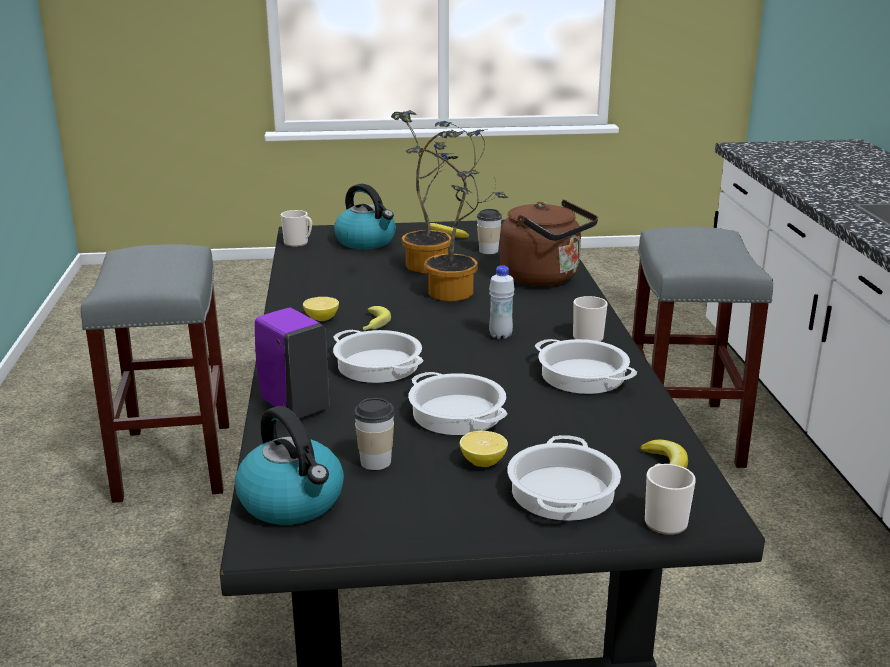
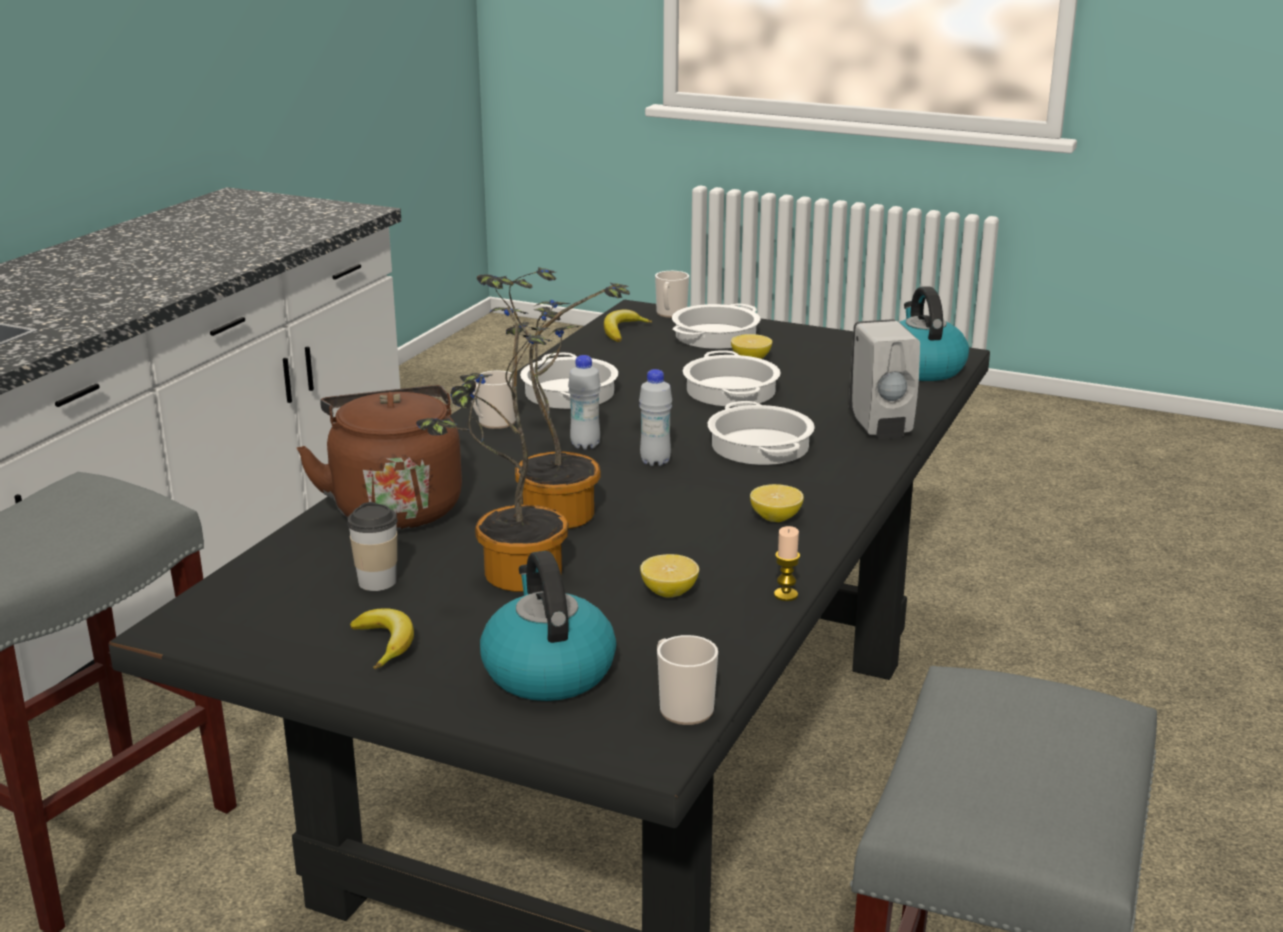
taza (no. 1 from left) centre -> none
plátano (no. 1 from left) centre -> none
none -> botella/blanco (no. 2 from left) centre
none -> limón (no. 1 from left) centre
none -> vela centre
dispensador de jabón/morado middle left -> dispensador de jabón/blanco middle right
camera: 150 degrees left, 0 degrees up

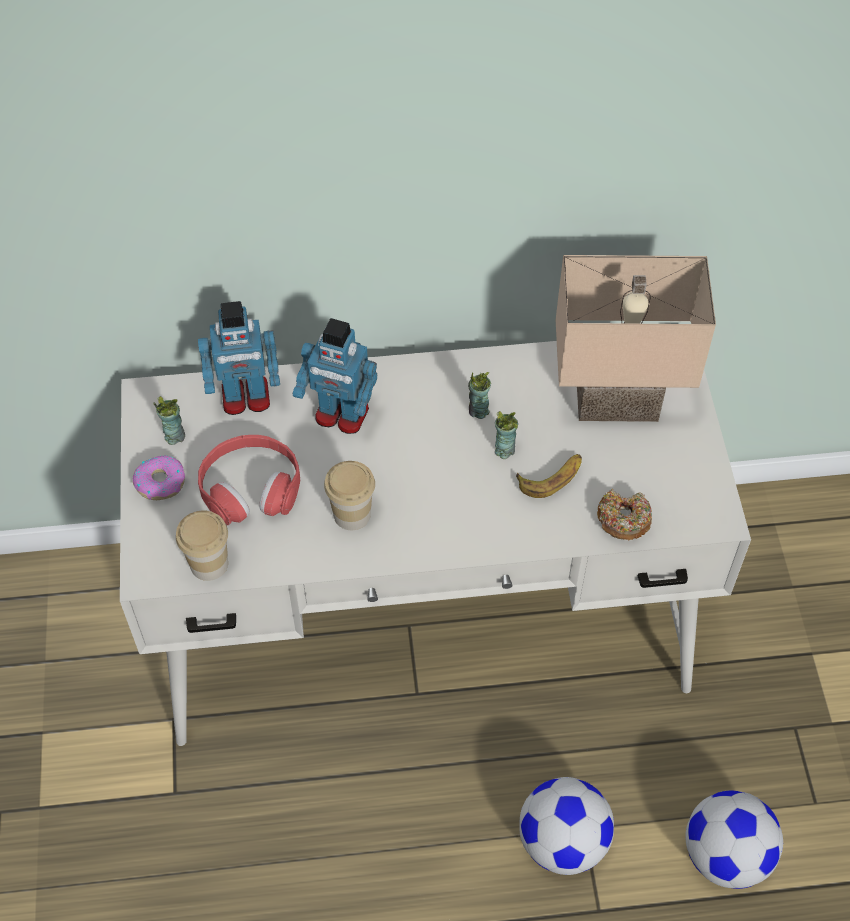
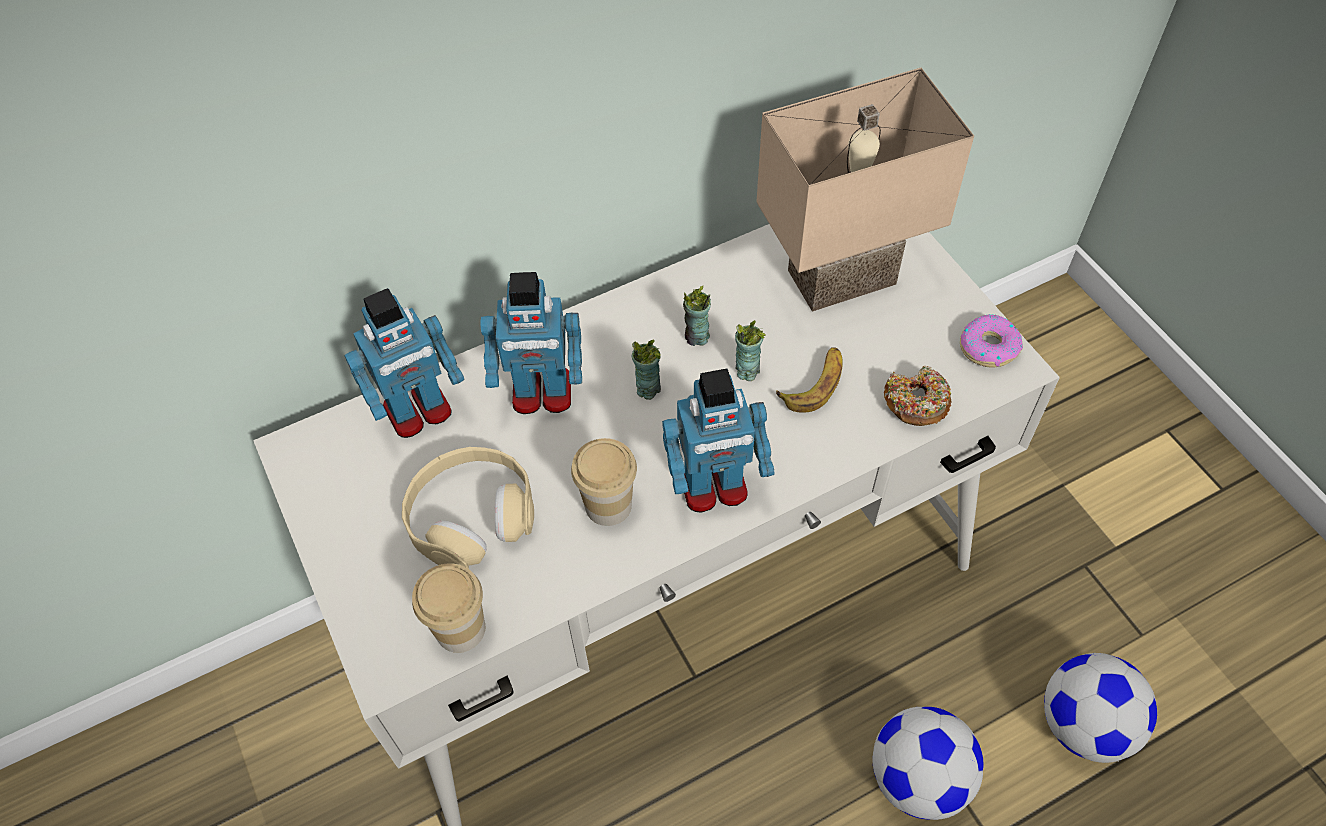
none -> robot de juguete (no. 3 from left) centre
rosquilla (no. 1 from left in the first image) middle left -> rosquilla (no. 2 from left) middle right, shifted
taza (no. 1 from left in the first image) middle left -> taza (no. 3 from left) centre, shifted
auriculares/rojo middle left -> auriculares/beis centre
camera: 20 degrees left, 0 degrees up

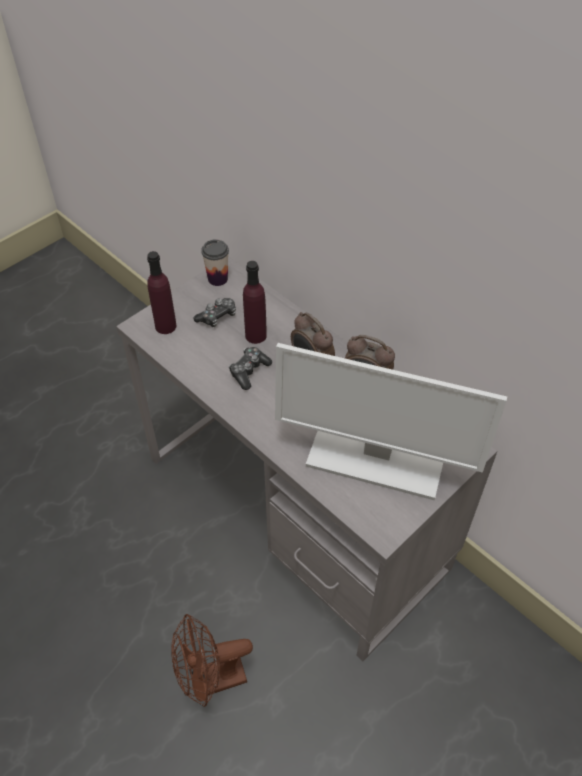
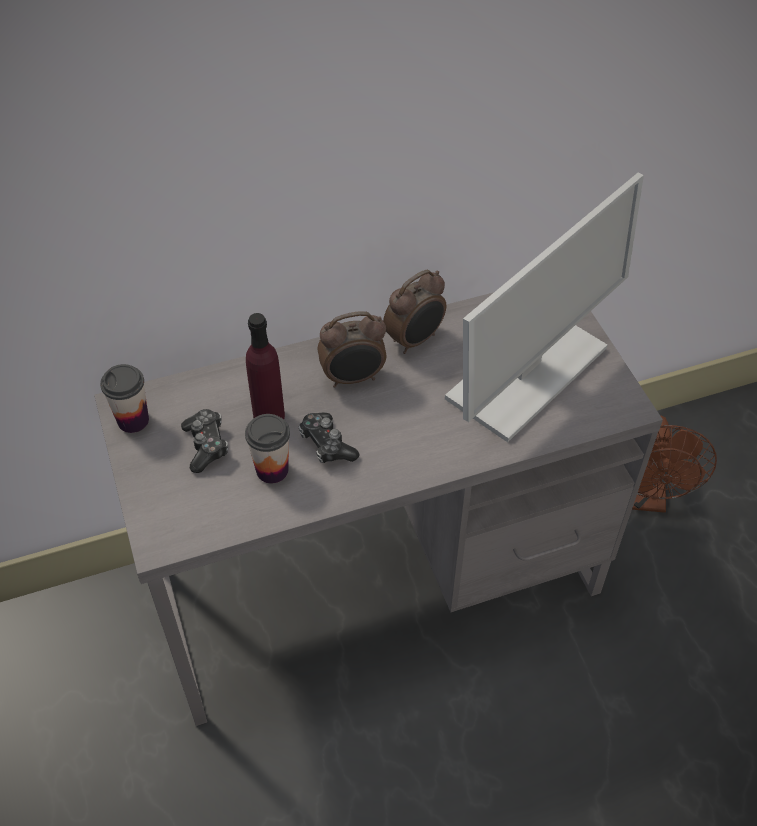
botella/morado (no. 1 from left) middle left -> none
none -> taza (no. 2 from left) centre
ventilador/marrón bottom centre -> ventilador/marrón middle right, shifted
camera: 65 degrees left, 0 degrees up

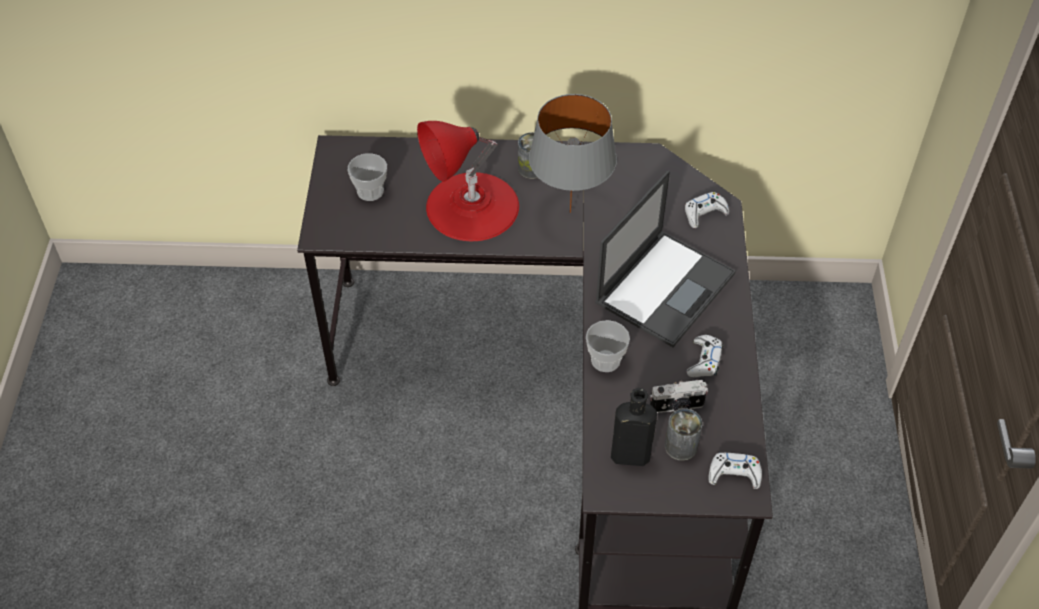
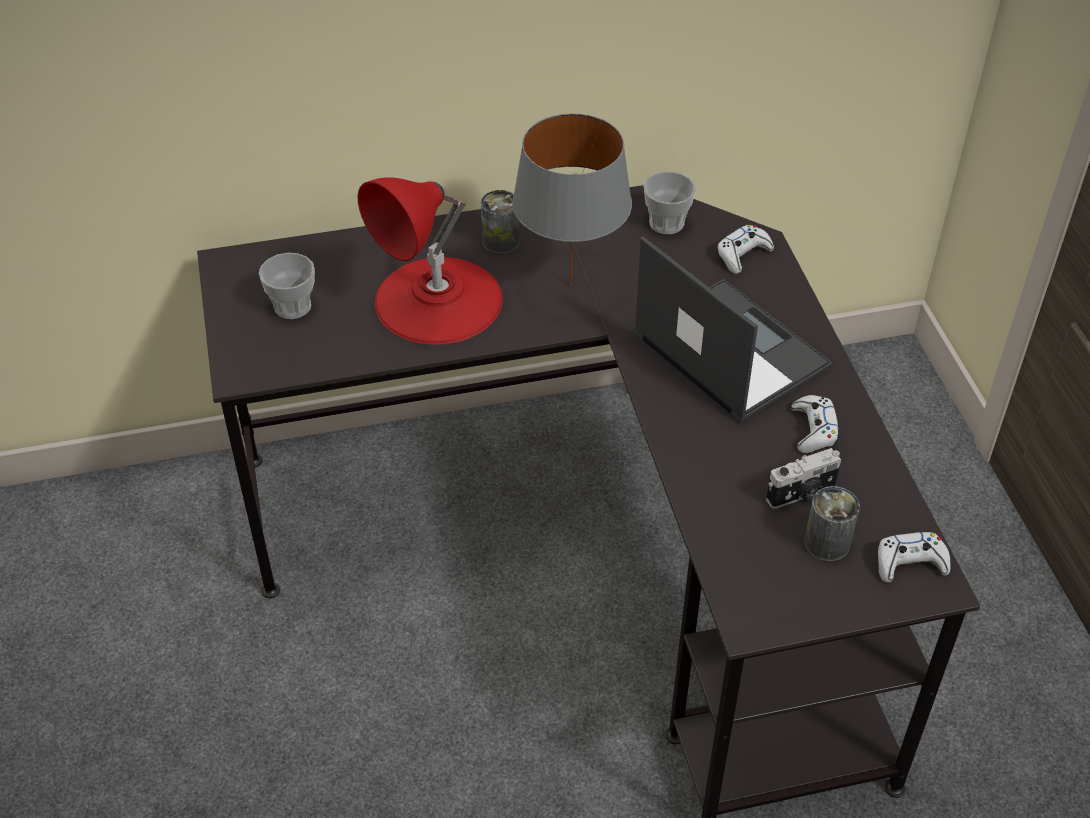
botella/negro bottom centre -> none
taza (no. 2 from left) centre -> taza (no. 2 from left) top centre, shifted
portátil centre -> portátil middle right, 60 degrees counterclockwise
camera: 15 degrees left, 5 degrees down

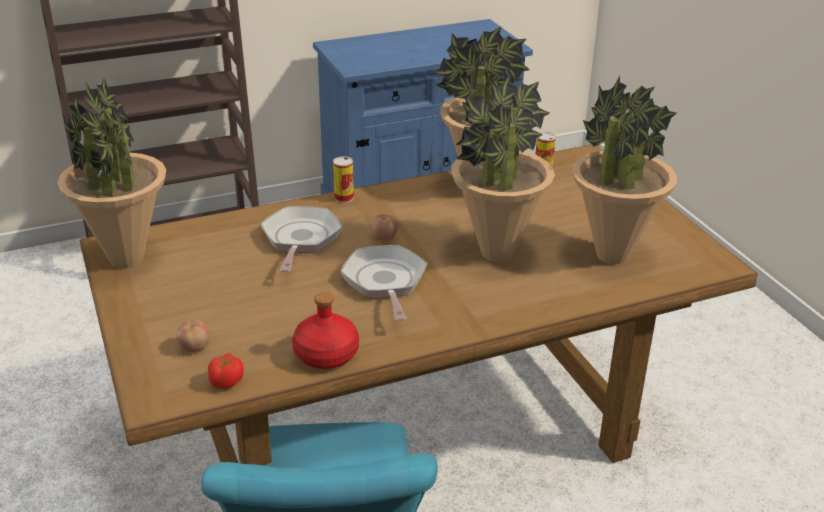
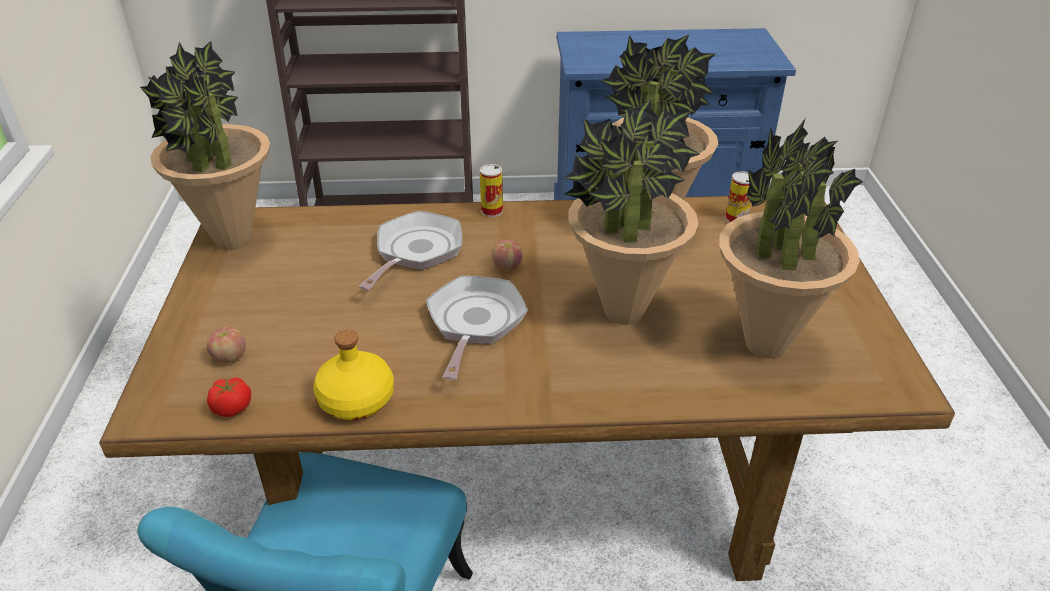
botella/rojo centre -> botella/amarillo centre
camera: 20 degrees right, 5 degrees up

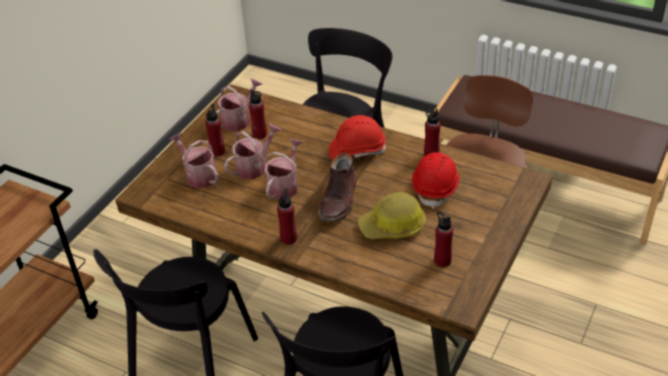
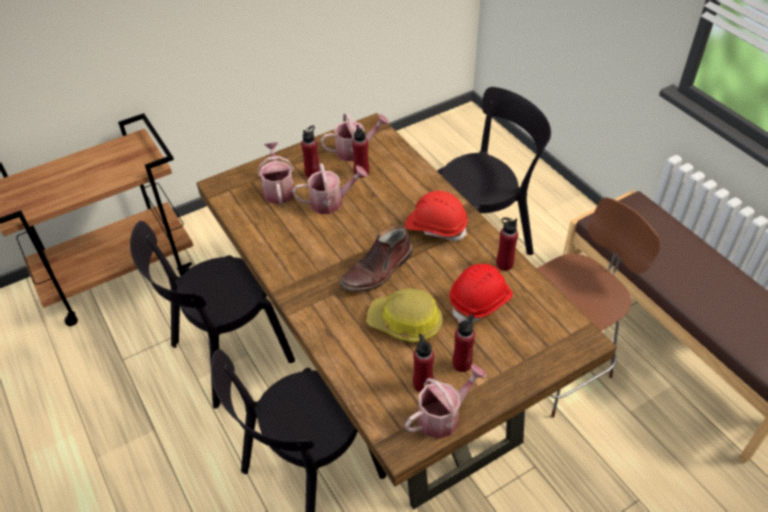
regadera (no. 4 from left) centre -> regadera (no. 4 from left) bottom centre, shifted
botella/rojo (no. 3 from left in the first image) centre -> botella/rojo (no. 4 from left) bottom centre, shifted
camera: 30 degrees right, 5 degrees up

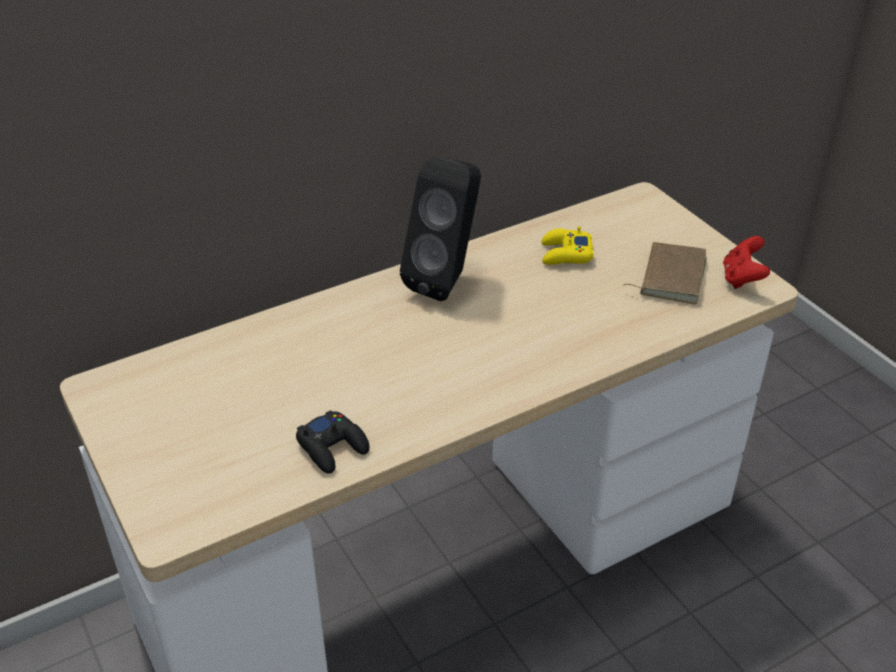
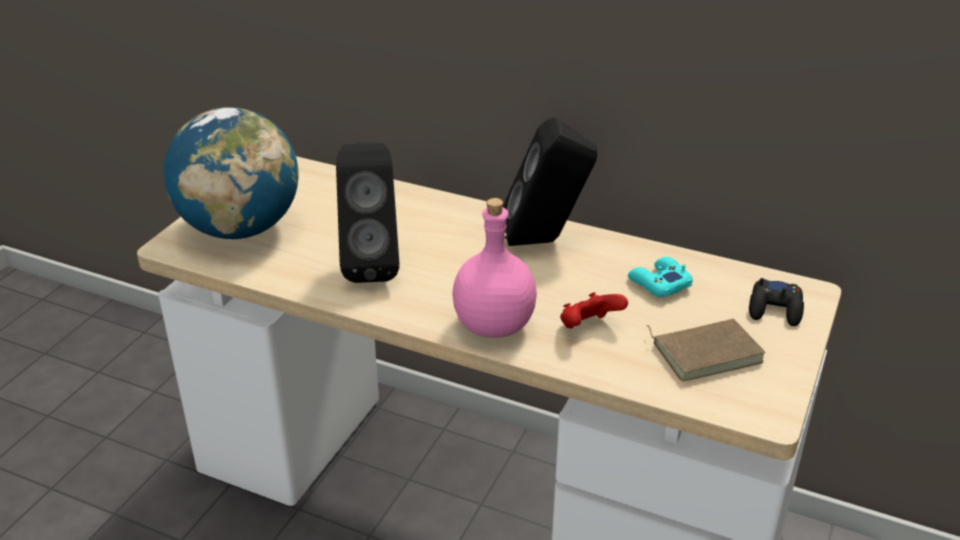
none -> globo terráqueo top left
none -> altavoz/negro (no. 1 from left) centre
none -> botella/rosa centre
mando de consola/negro centre -> mando de consola/negro middle right, shifted
mando de consola/rojo middle right -> mando de consola/rojo centre, shifted
mando de consola/amarillo centre -> mando de consola/turquesa middle right
camera: 55 degrees right, 5 degrees down

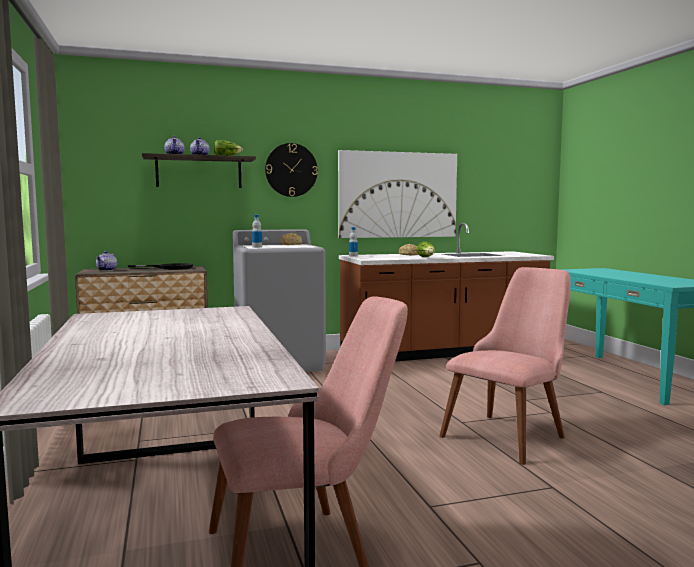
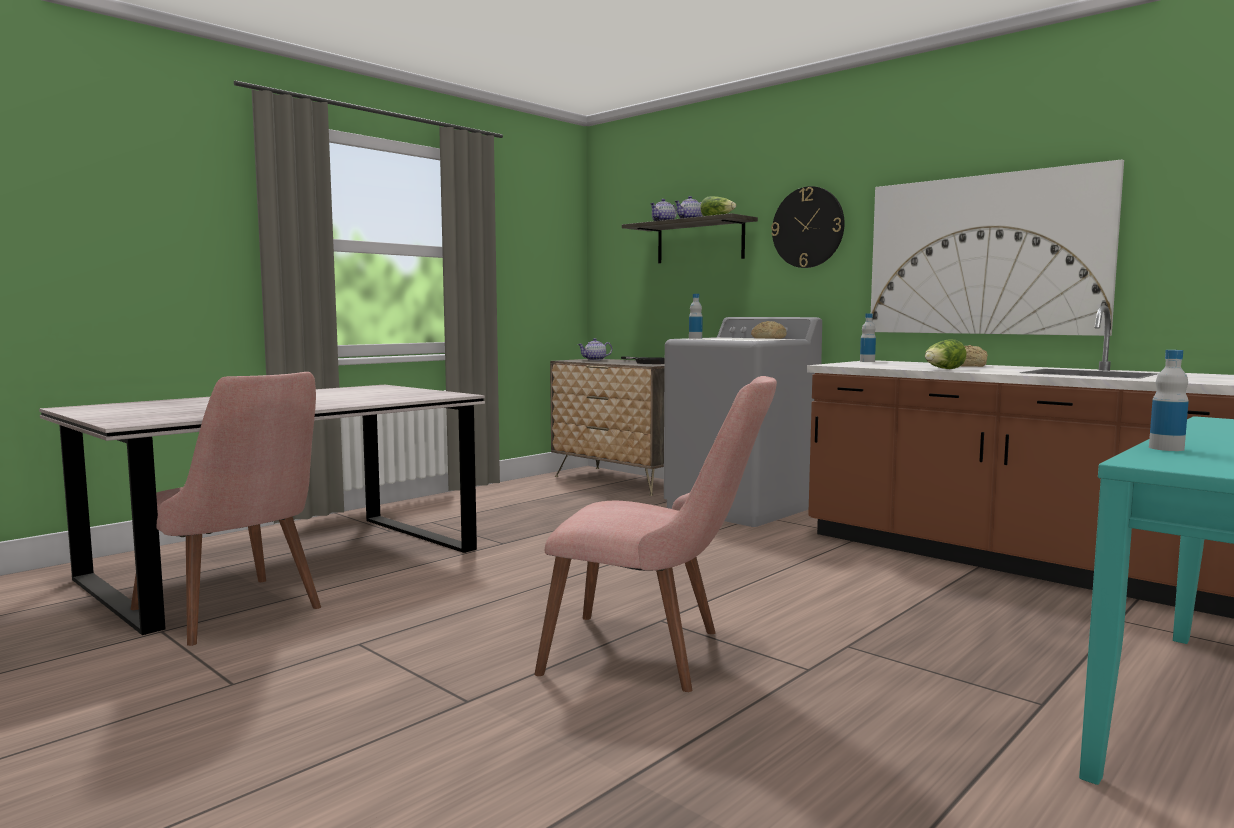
none -> botella (no. 3 from left) middle right
camera: 60 degrees right, 0 degrees up

